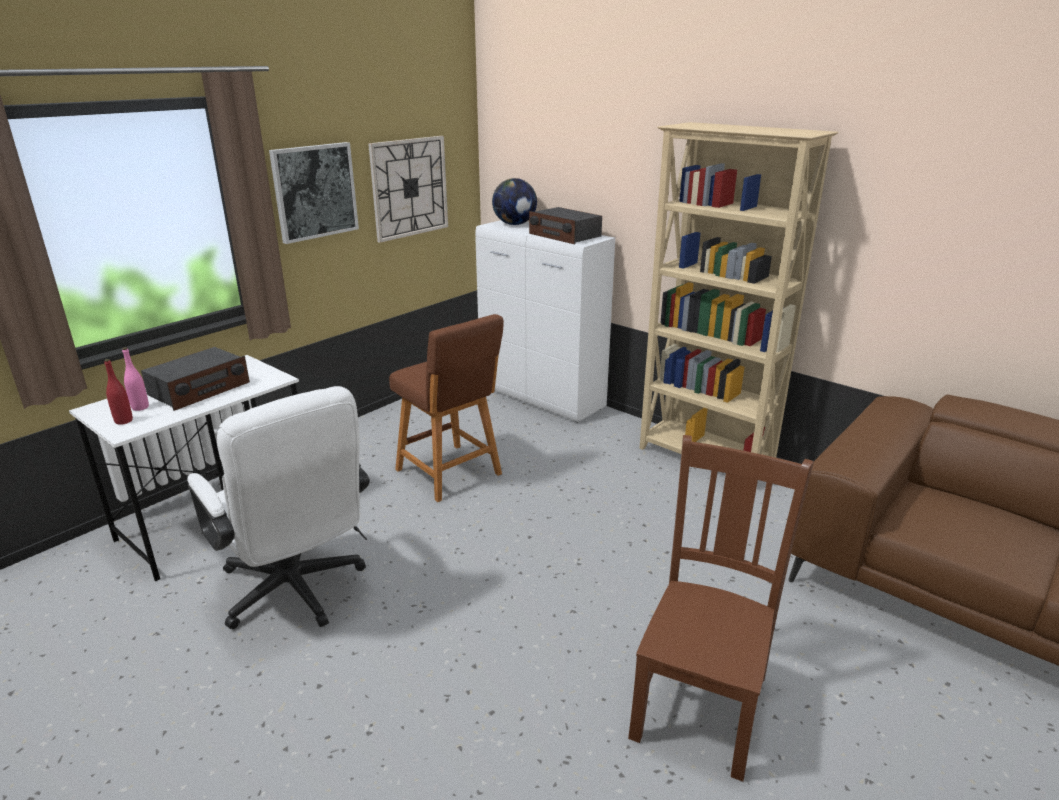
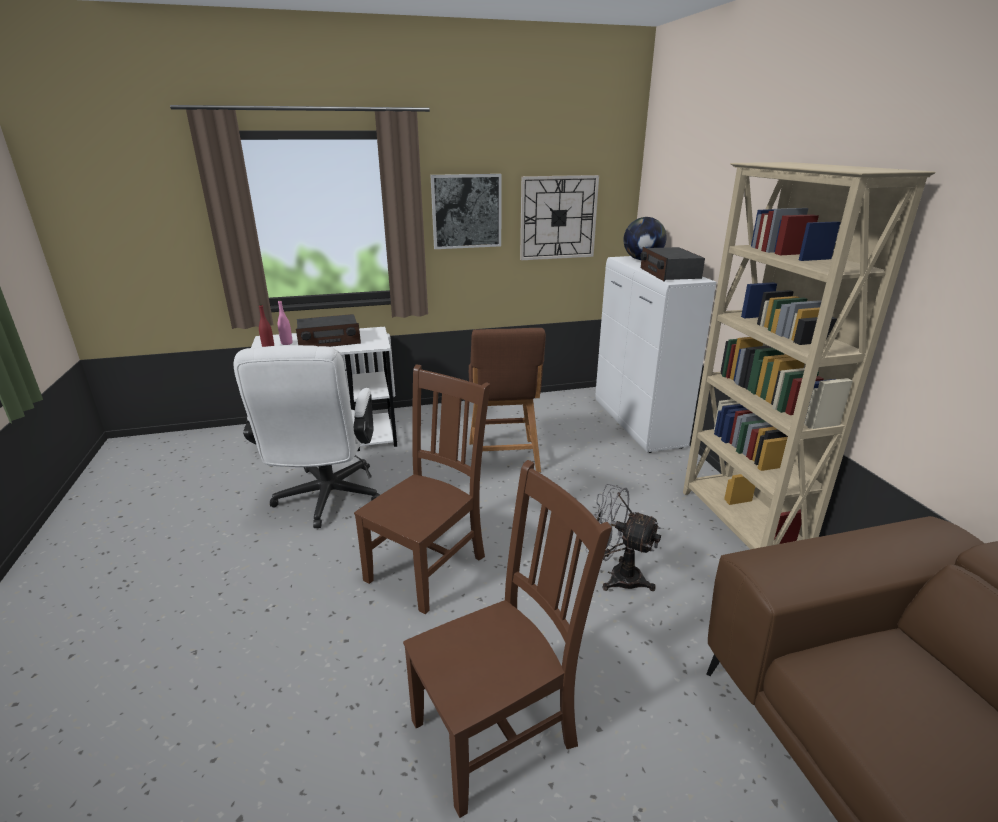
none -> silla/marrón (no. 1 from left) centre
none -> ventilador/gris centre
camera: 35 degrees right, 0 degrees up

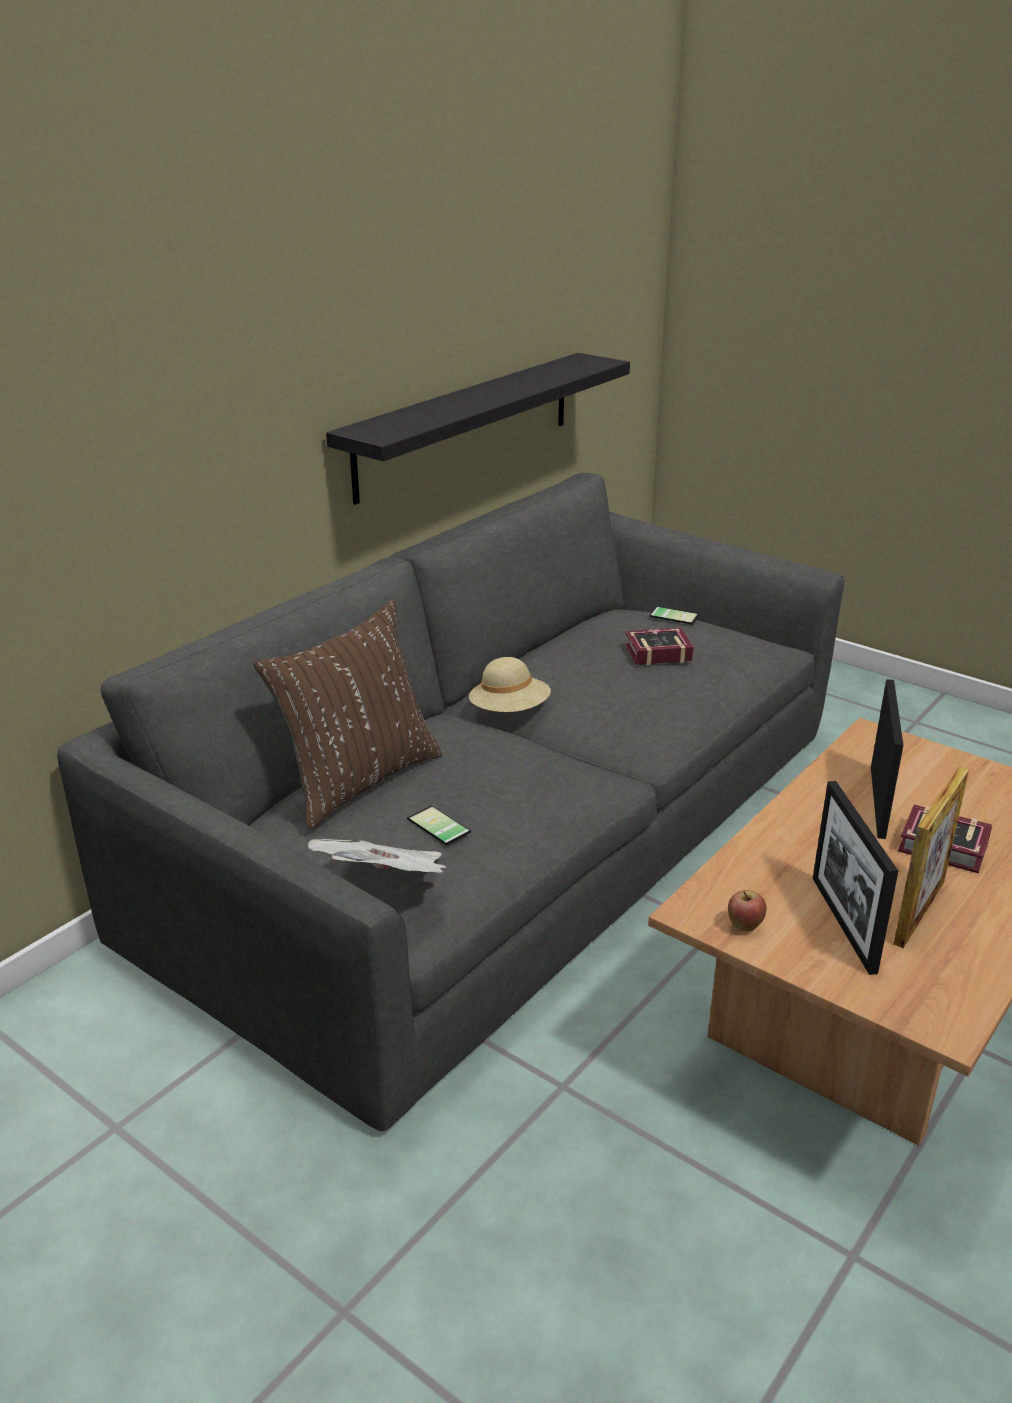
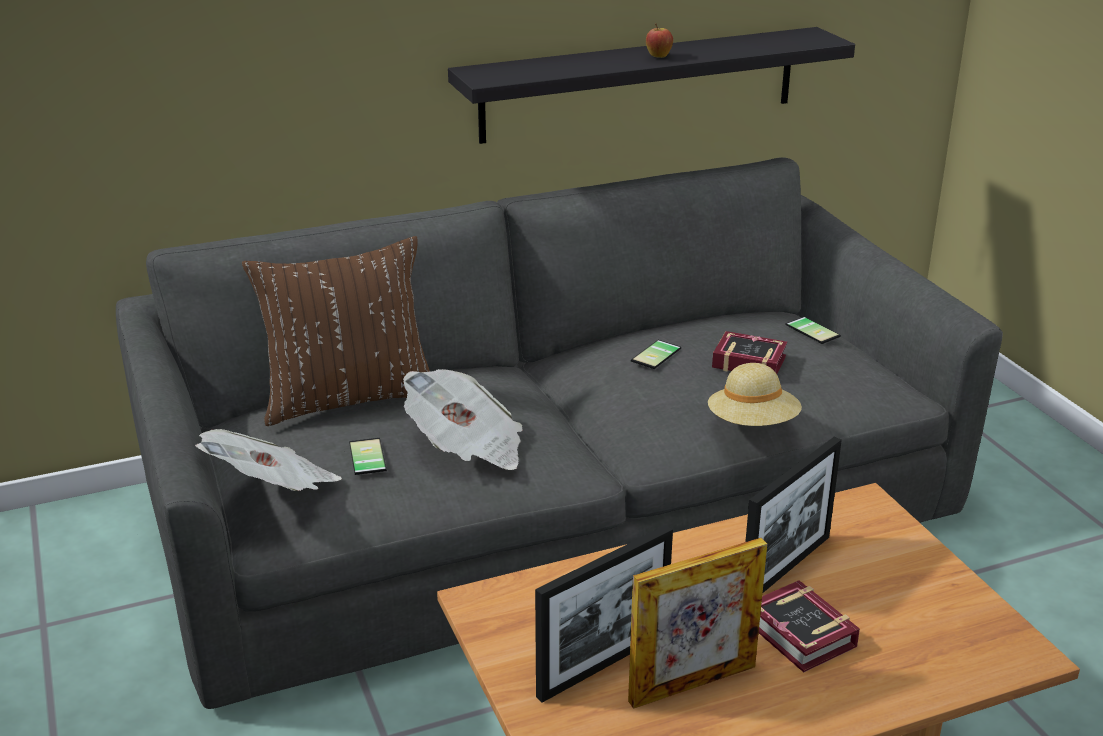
none -> periódico (no. 2 from left) centre
none -> móvil (no. 2 from left) centre
sombrero/beis centre -> sombrero/beis middle right, shifted
manzana middle right -> manzana top centre, shifted
portarretratos (no. 1 from left) middle right -> portarretratos (no. 1 from left) bottom centre, 150 degrees counterclockwise
camera: 30 degrees right, 0 degrees up

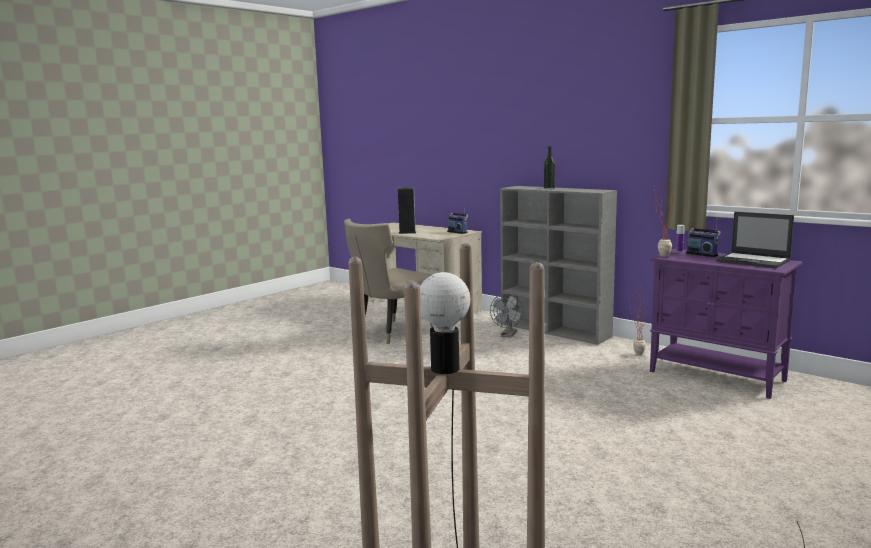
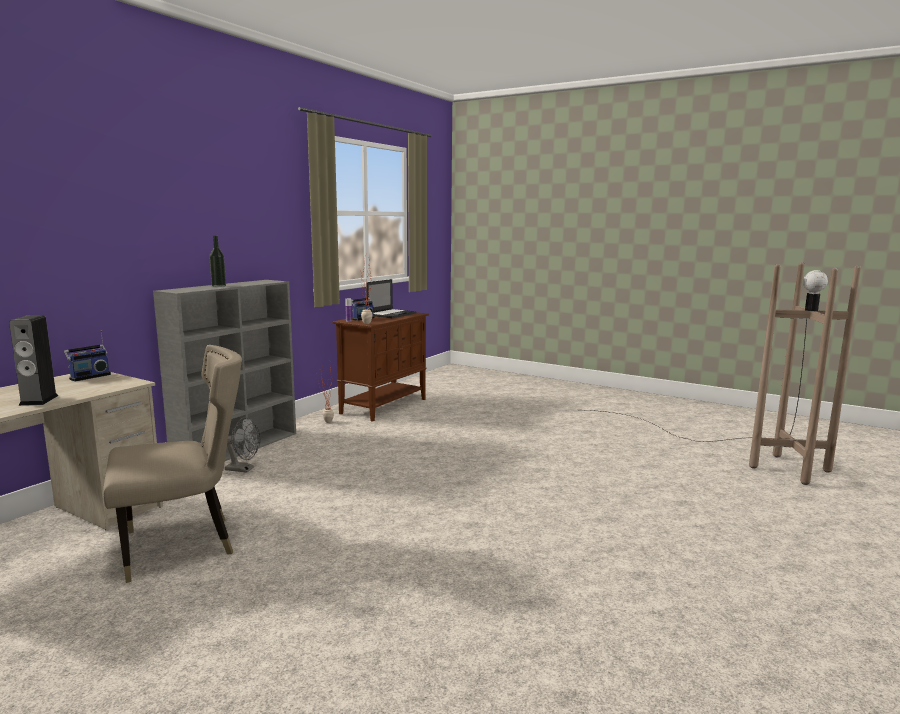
armario/morado middle right -> armario/marrón centre
silla/beis centre -> silla/beis middle left, 60 degrees counterclockwise
camera: 100 degrees left, 0 degrees up

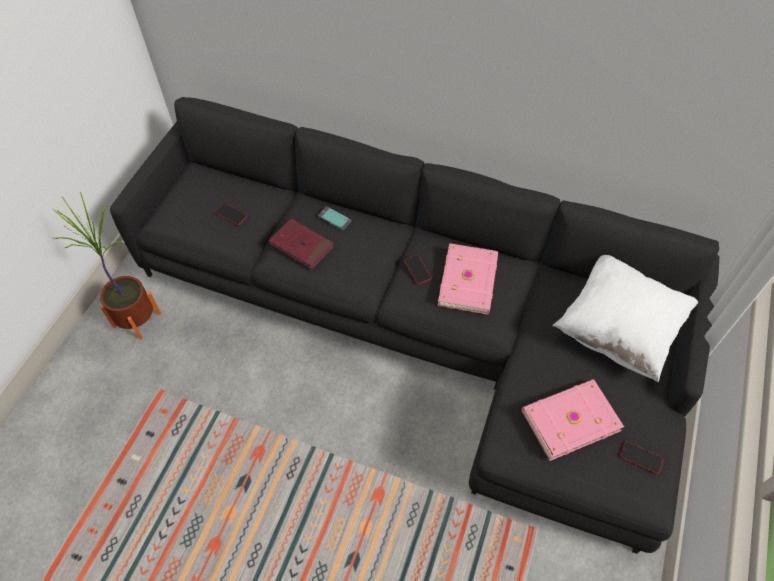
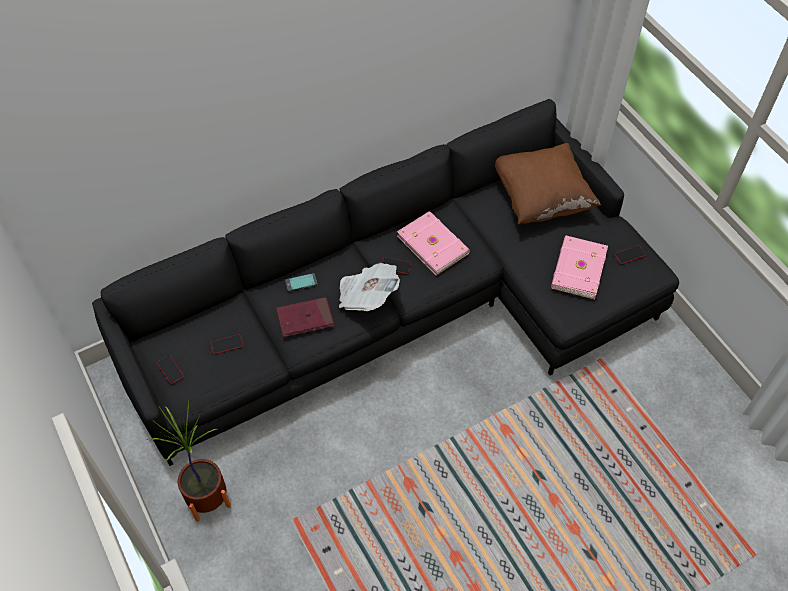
none -> móvil (no. 1 from left) middle left
none -> periódico centre
cojín/blanco middle right -> cojín/marrón top right
camera: 50 degrees left, 0 degrees up

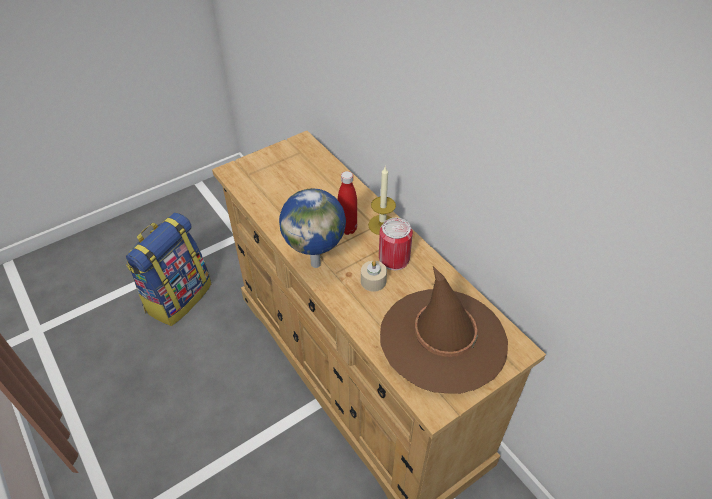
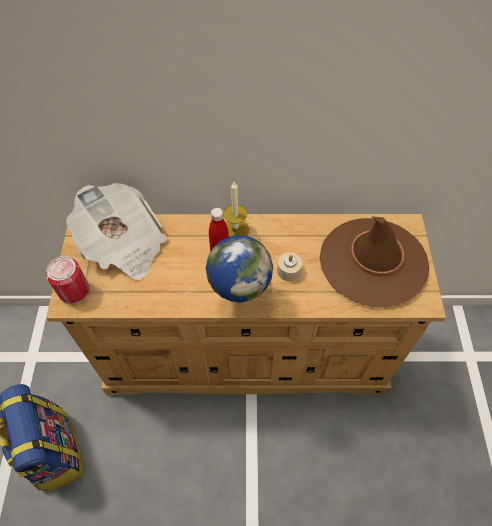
none -> periódico middle left
lata centre -> lata middle left, shifted
camera: 55 degrees left, 10 degrees up

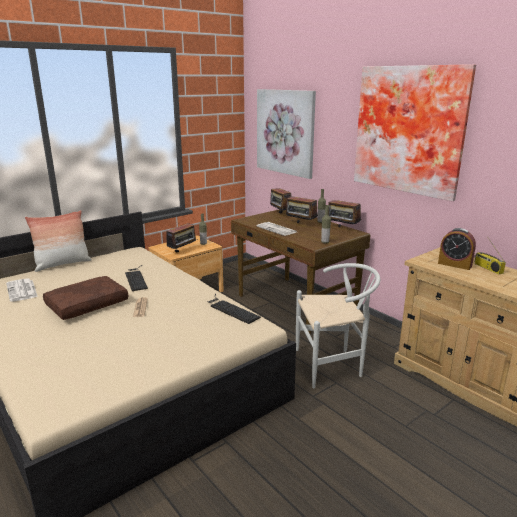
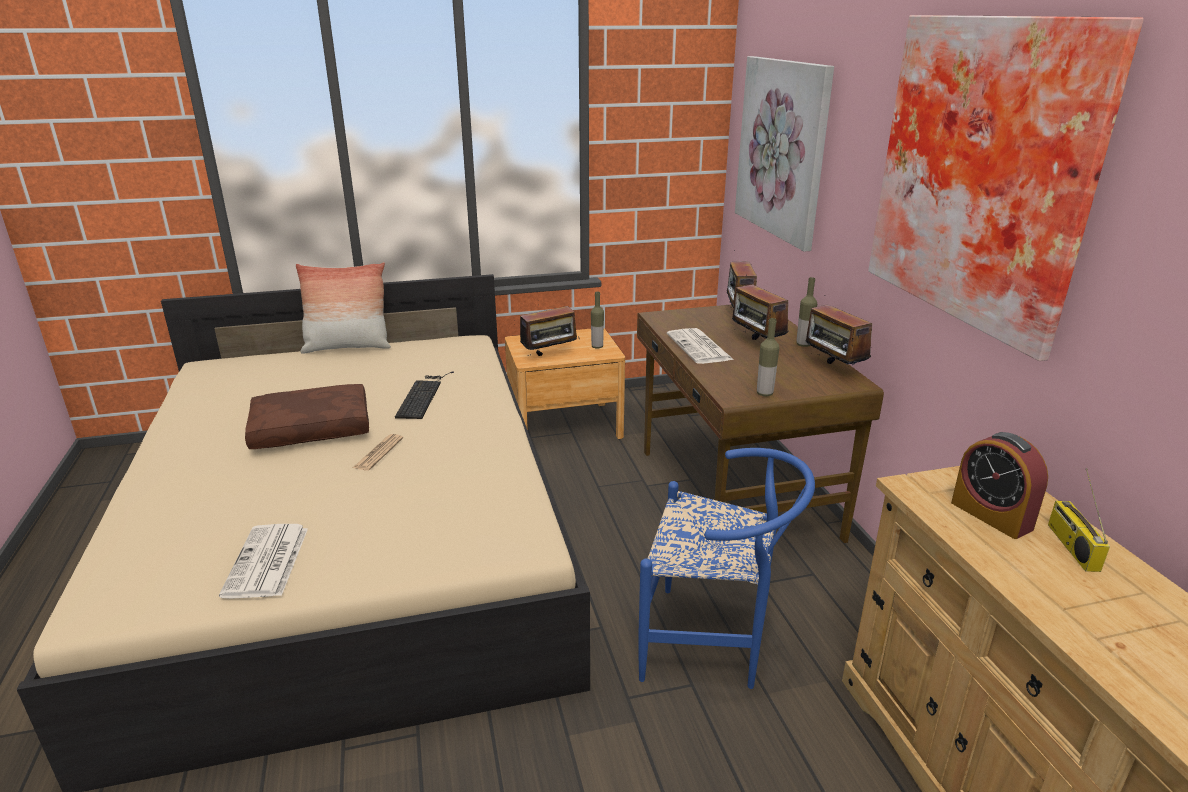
teclado (no. 2 from left) centre -> none
periódico (no. 1 from left) middle left -> periódico (no. 1 from left) bottom left, shifted
silla/blanco centre -> silla/azul bottom centre
camera: 25 degrees right, 5 degrees up

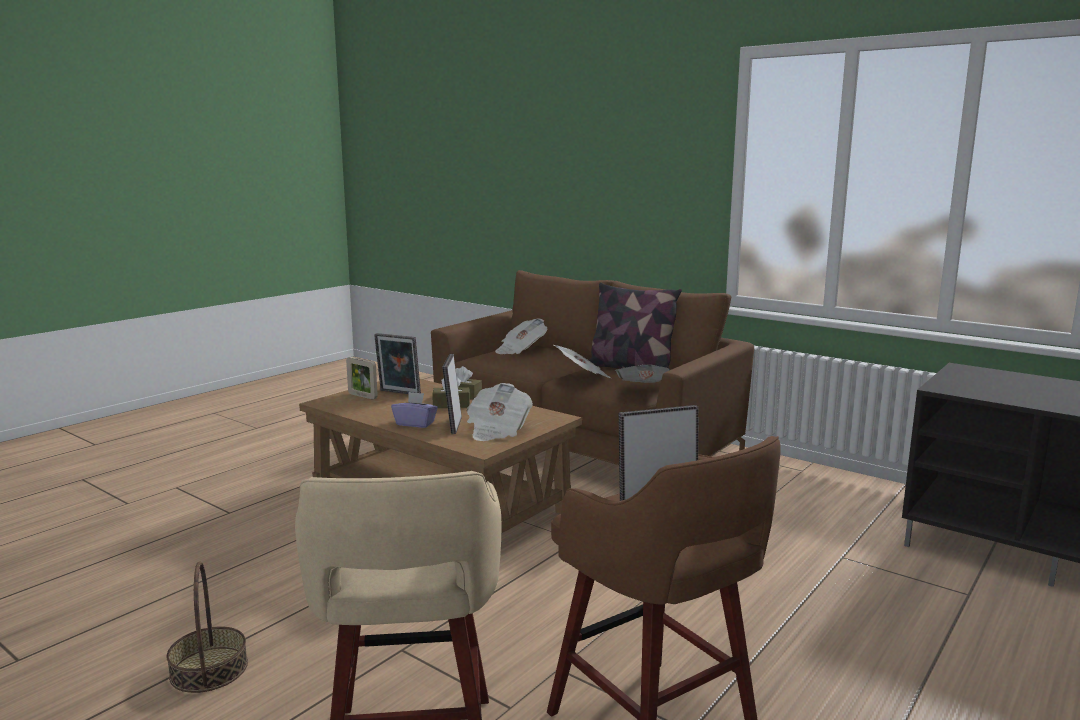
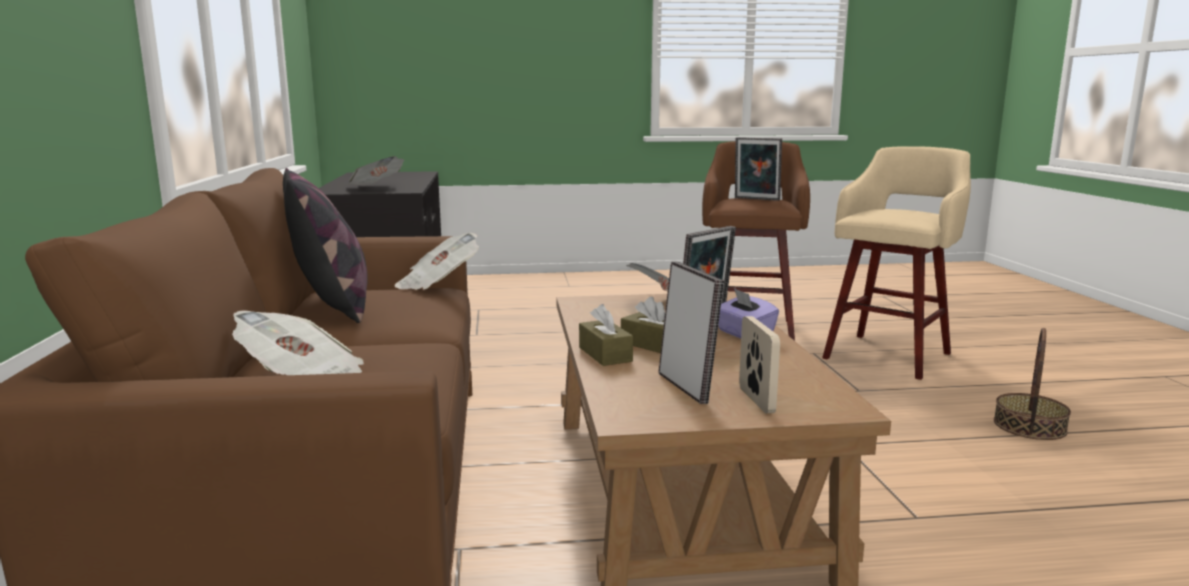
periódico (no. 3 from left in the first image) centre -> periódico (no. 2 from left) top left, shifted
camera: 135 degrees left, 0 degrees up

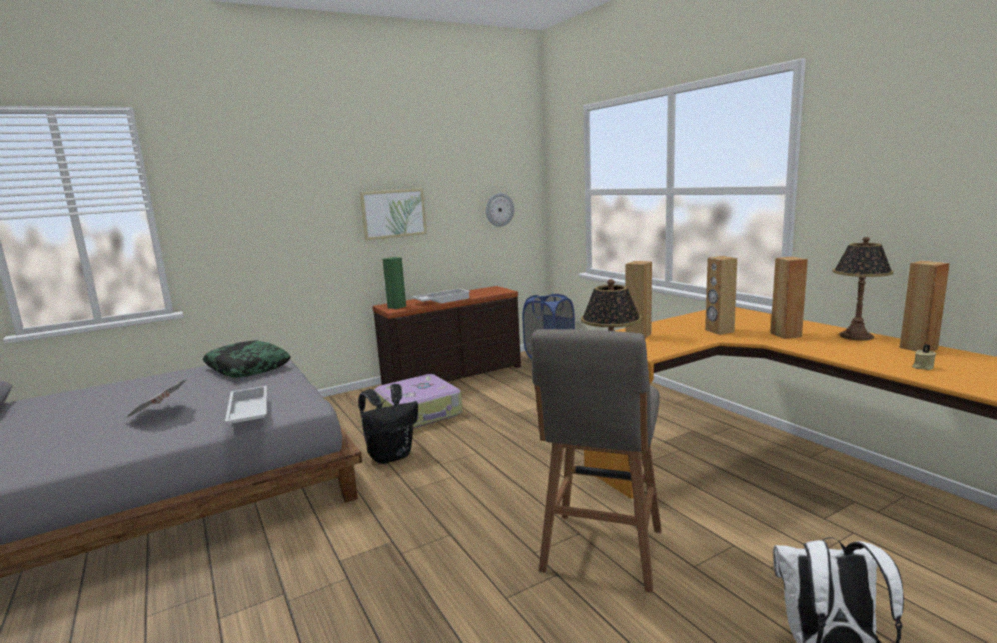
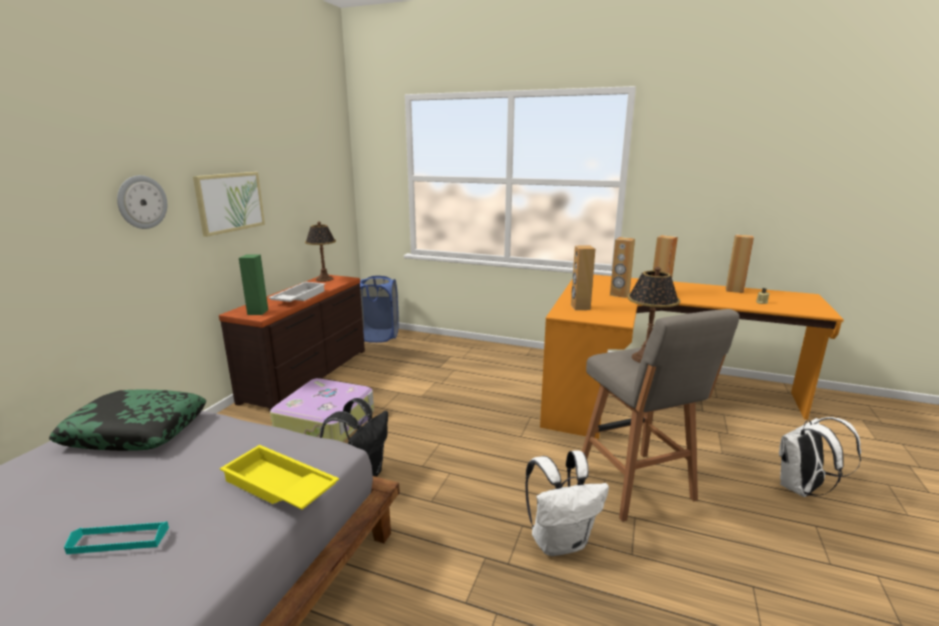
none -> mochila/blanco (no. 1 from left) bottom centre
reloj de pared top centre -> reloj de pared top left, shifted
lámpara de mesa (no. 2 from left in the first image) middle right -> lámpara de mesa (no. 1 from left) centre, shifted
periódico middle left -> bandeja/turquesa bottom left
bandeja/blanco (no. 1 from left) middle left -> bandeja/amarillo bottom left
camera: 40 degrees left, 5 degrees up

